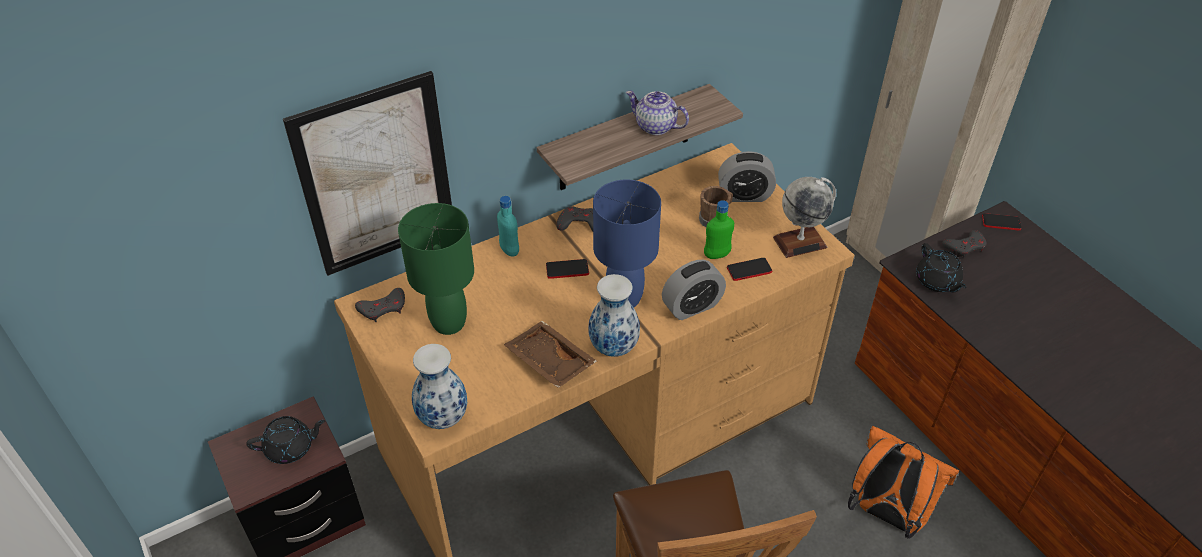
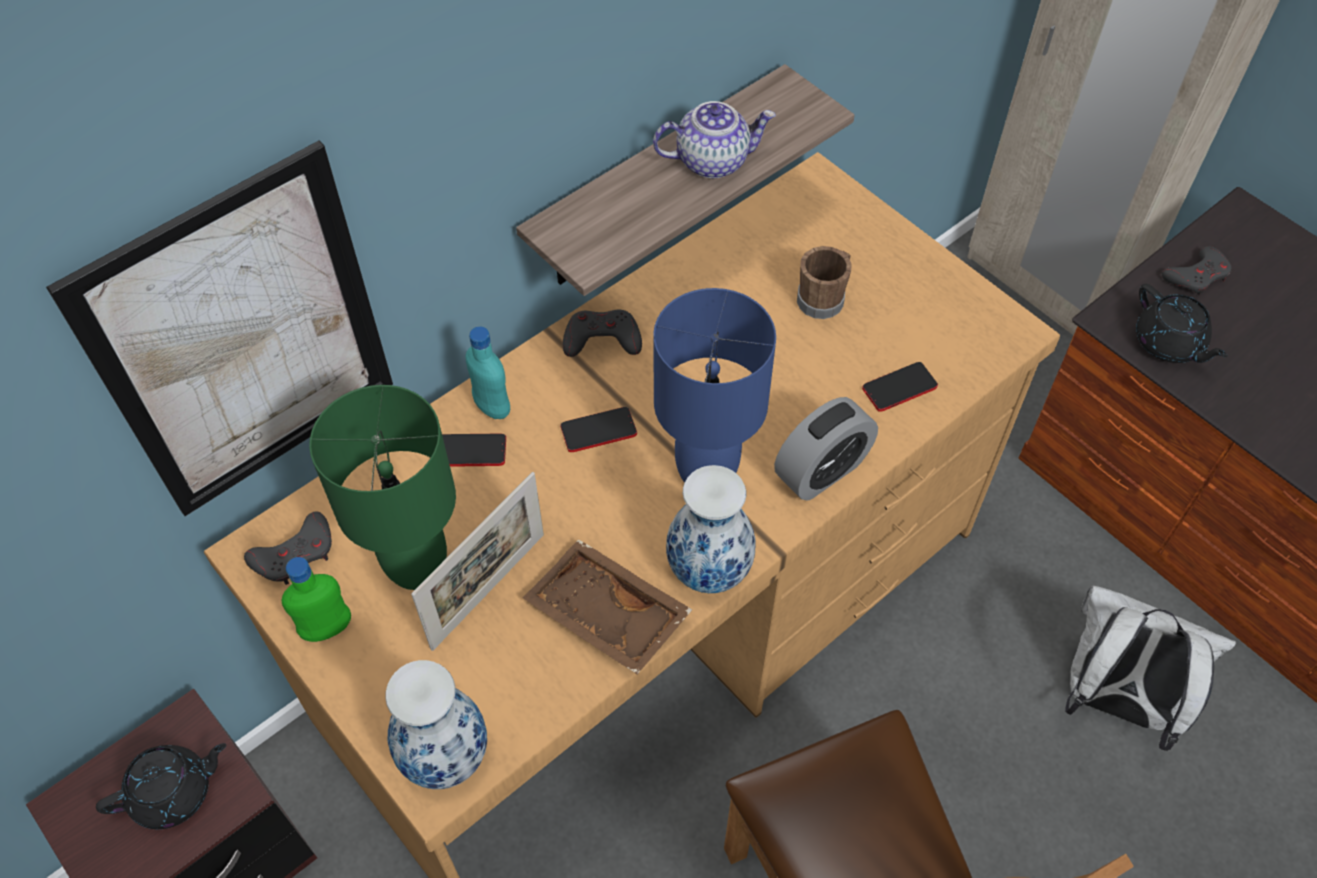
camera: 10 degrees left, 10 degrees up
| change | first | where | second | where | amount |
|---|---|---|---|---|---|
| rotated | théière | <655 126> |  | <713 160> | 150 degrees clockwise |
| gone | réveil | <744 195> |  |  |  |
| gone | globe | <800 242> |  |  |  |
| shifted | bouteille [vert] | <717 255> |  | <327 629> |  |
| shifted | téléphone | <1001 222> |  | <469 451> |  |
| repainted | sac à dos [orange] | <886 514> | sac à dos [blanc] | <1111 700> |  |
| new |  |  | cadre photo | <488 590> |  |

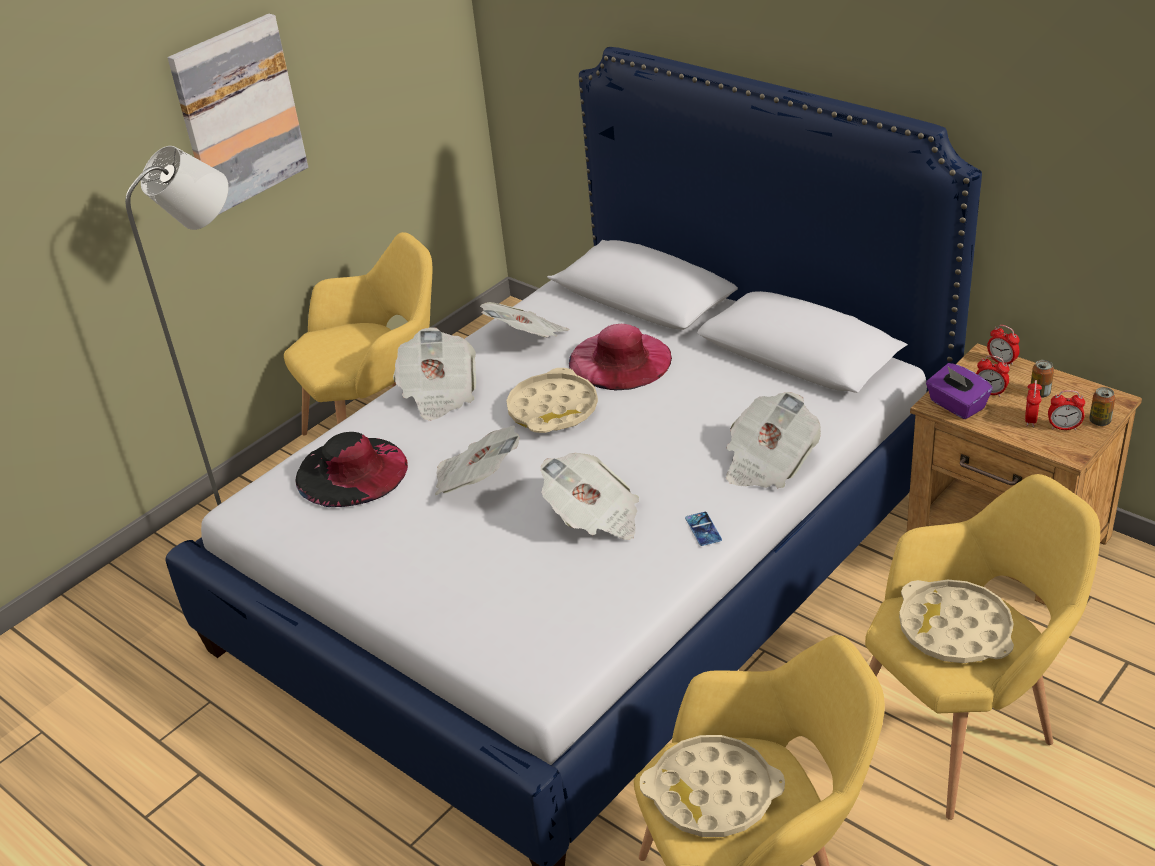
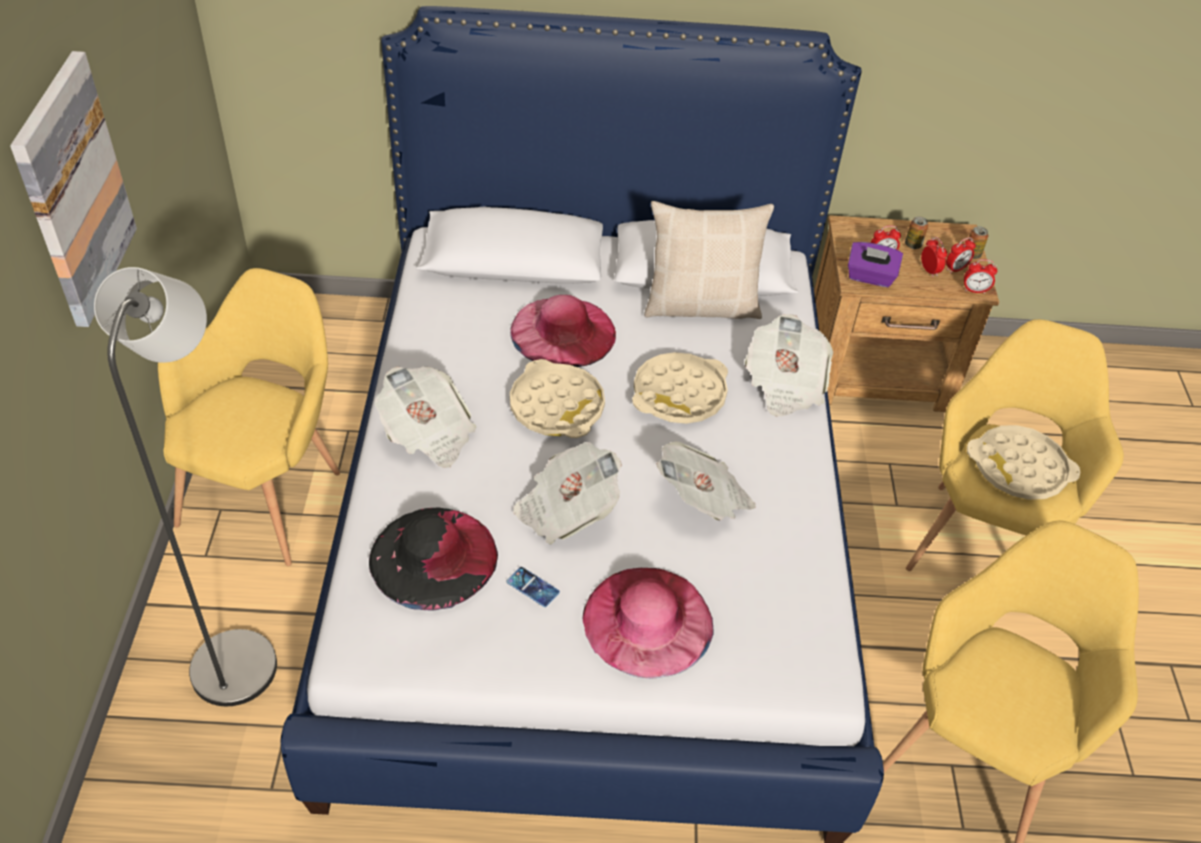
camera: 45 degrees left, 10 degrees up
| change | first | where | second | where | amount |
|---|---|---|---|---|---|
| gone | journal | <527 339> |  |  |  |
| shifted | réveil | <1001 362> |  | <975 290> |  |
| shifted | téléphone | <703 529> |  | <533 587> |  |
| shifted | plateau [beige] | <712 794> |  | <679 395> |  |
| new |  |  | coussin [beige] | <701 305> |  |
| new |  |  | chapeau [rose] | <648 621> |  |

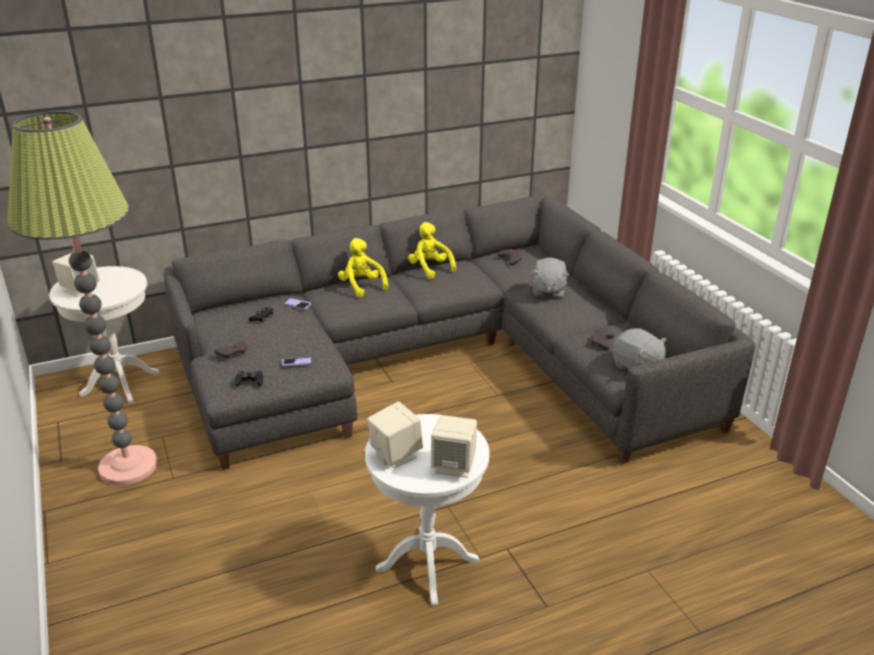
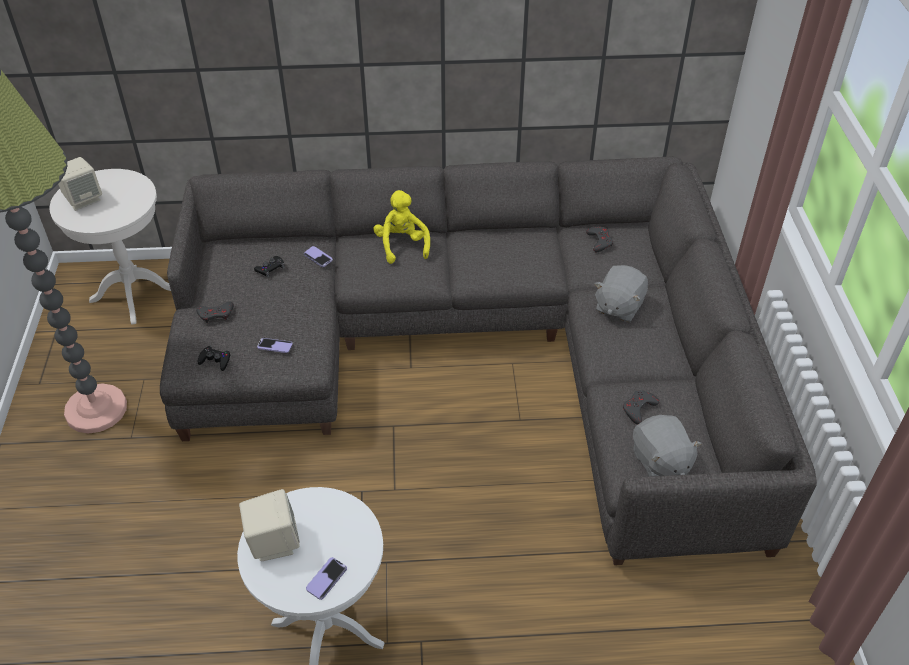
camera: 20 degrees right, 15 degrees up
| change | first | where | second | where | amount |
|---|---|---|---|---|---|
| gone | peluche [jaune] | <430 269> |  |  |  |
| swapped | enceinte [beige] | <454 465> | téléphone | <326 579> |  |

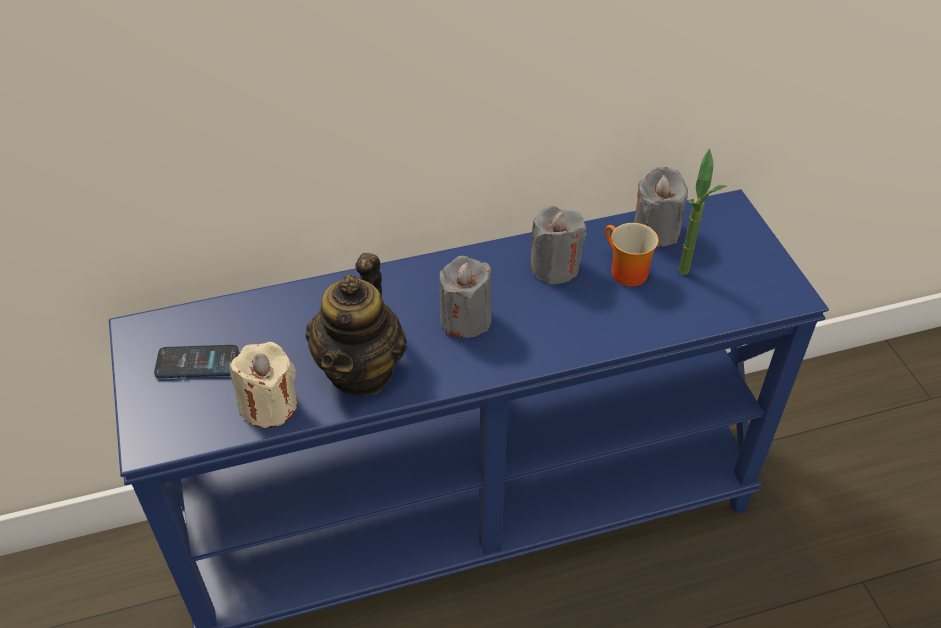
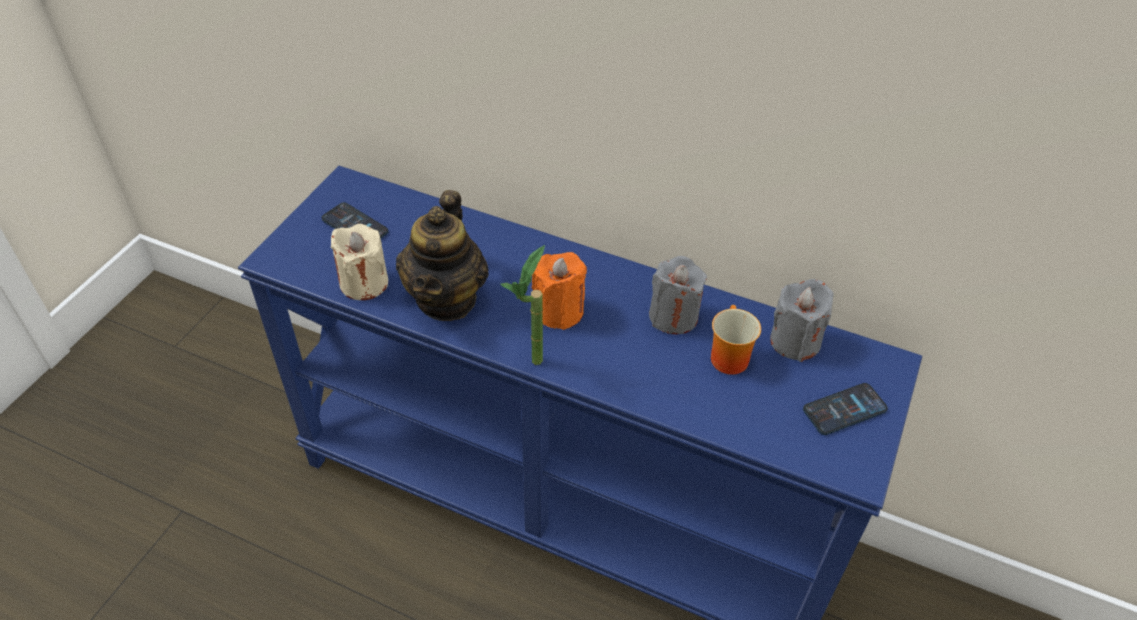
camera: 40 degrees right, 0 degrees up
| change | first | where | second | where | amount |
|---|---|---|---|---|---|
| shifted | plante en pot | <686 279> |  | <529 368> |  |
| rotated | théière | <361 370> |  | <447 299> | 45 degrees counterclockwise |
| repainted | bougie [gris] | <465 319> | bougie [orange] | <559 311> |  |
| new |  |  | téléphone | <844 410> |  |

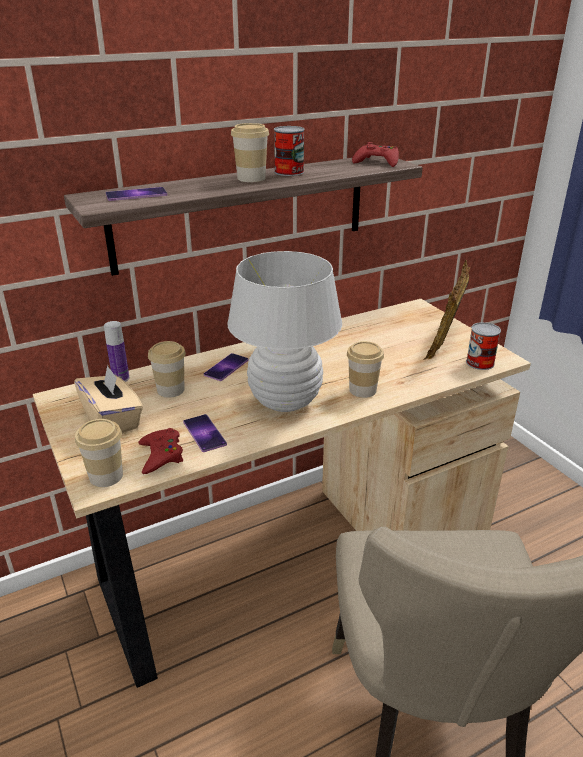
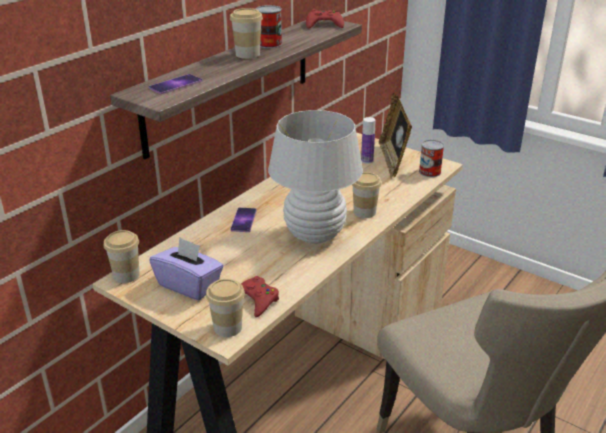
camera: 25 degrees left, 0 degrees up
| change | first | where | second | where | amount |
|---|---|---|---|---|---|
| shifted | bouteille | <120 378> |  | <367 160> |  |
| shifted | tasse | <170 390> |  | <126 275> |  |
| repainted | boîte à mouchoirs [beige] | <112 420> | boîte à mouchoirs [violet] | <189 285> |  |
| gone | téléphone | <204 433> |  |  |  |

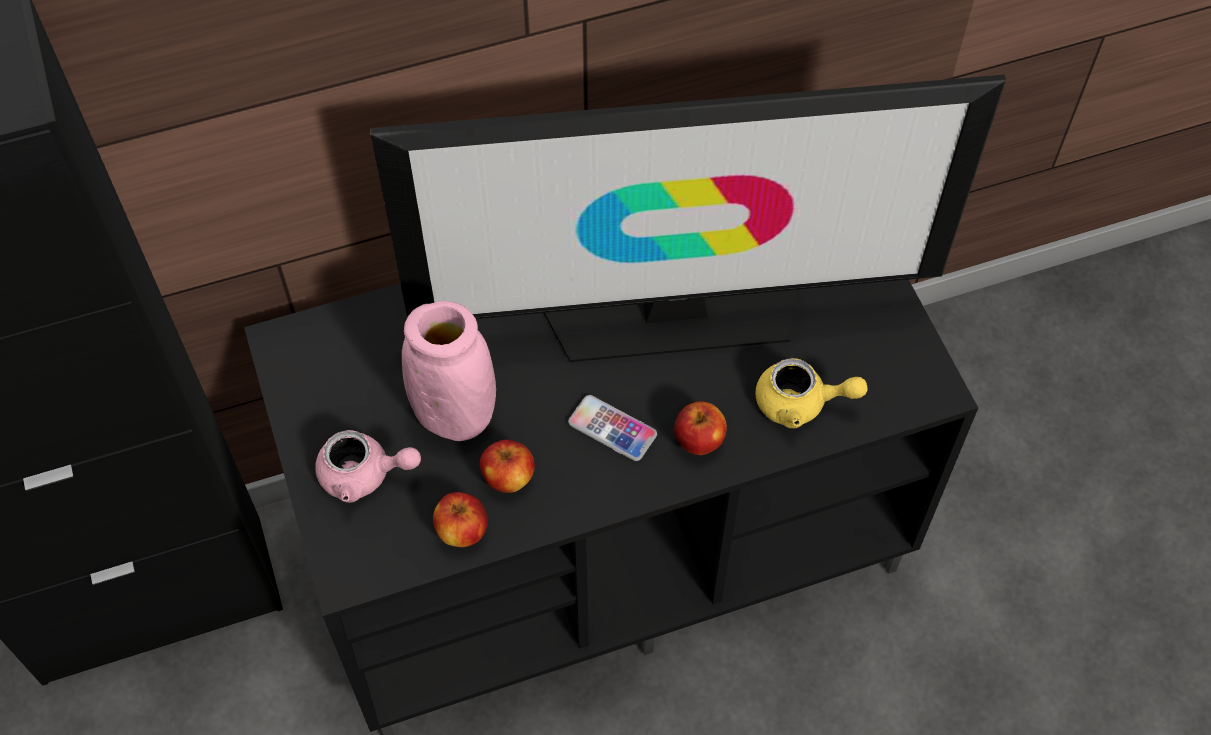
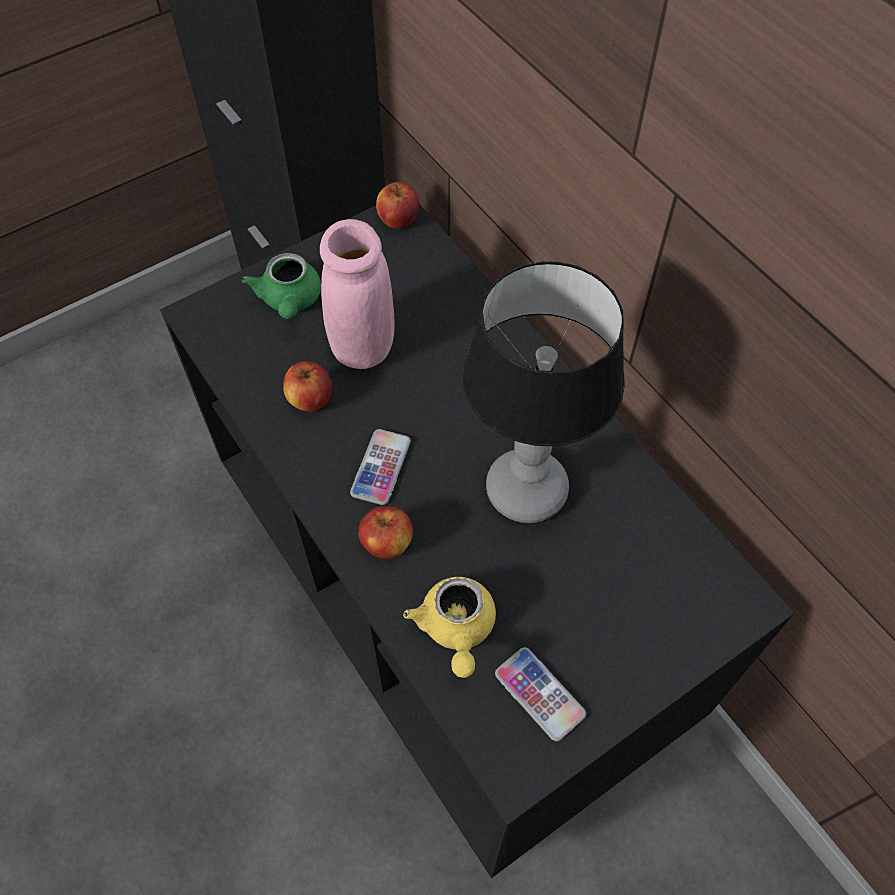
camera: 75 degrees right, 0 degrees up
| change | first | where | second | where | amount |
|---|---|---|---|---|---|
| swapped | téléviseur | <675 312> | lampe de table | <528 490> |  |
| repainted | théière [rose] | <364 475> | théière [vert] | <290 301> |  |
| shifted | pomme | <462 531> |  | <398 220> |  |
| new |  |  | téléphone | <539 694> |  |

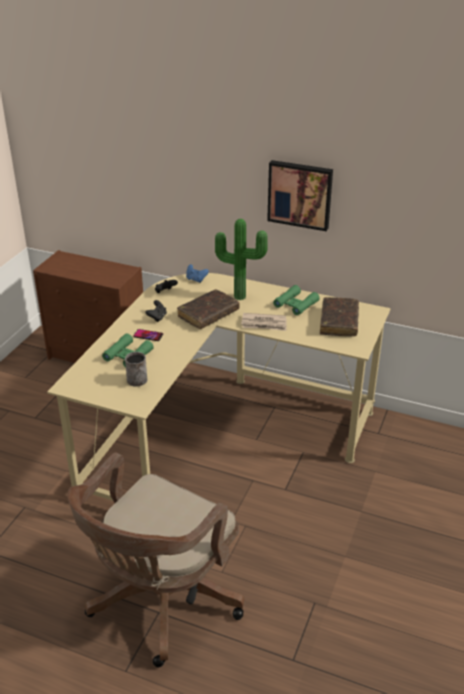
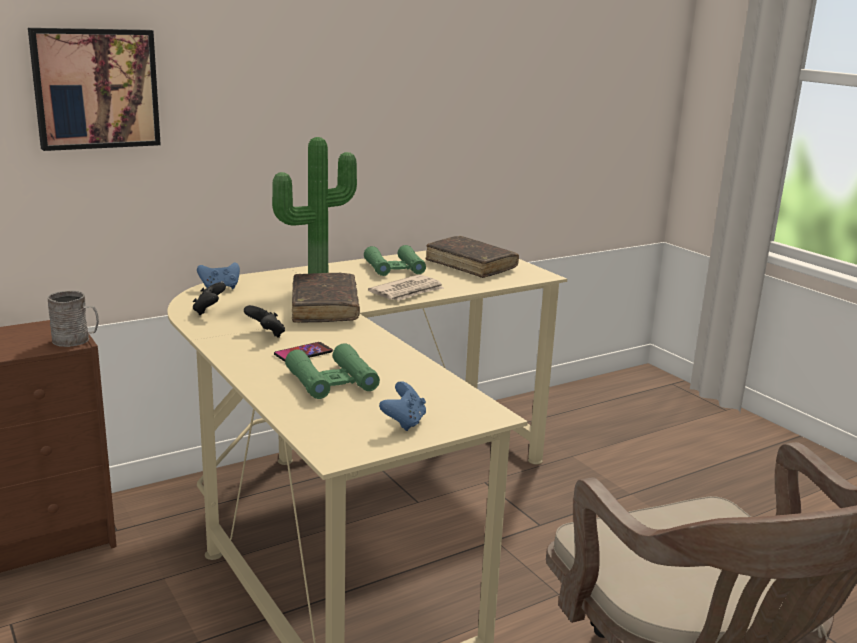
camera: 55 degrees left, 15 degrees down
| change | first | where | second | where | amount |
|---|---|---|---|---|---|
| shifted | tableau | <300 194> |  | <95 88> |  |
| shifted | mug [gris] | <139 381> |  | <76 340> |  |
| new |  |  | manette [bleu] | <404 422> |  |

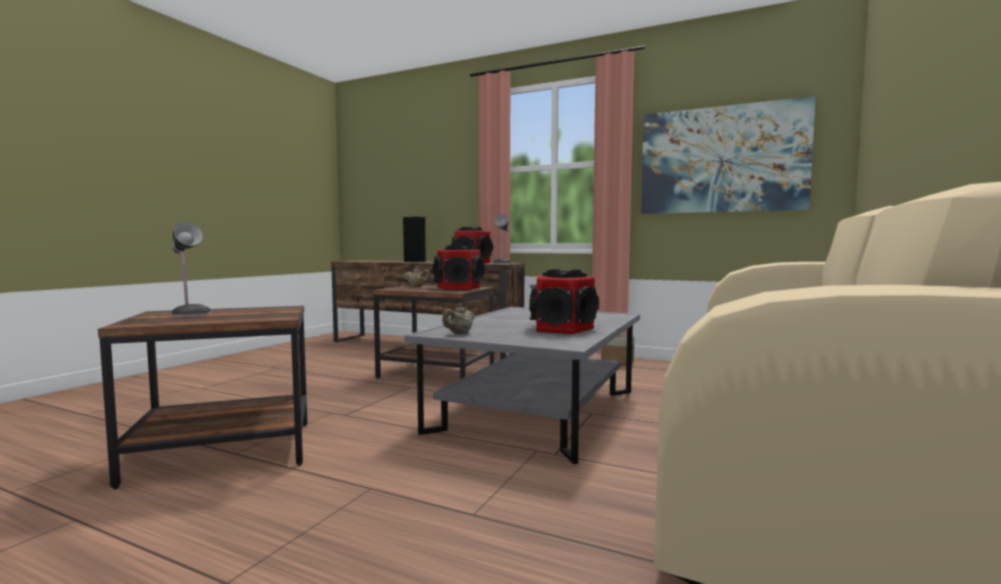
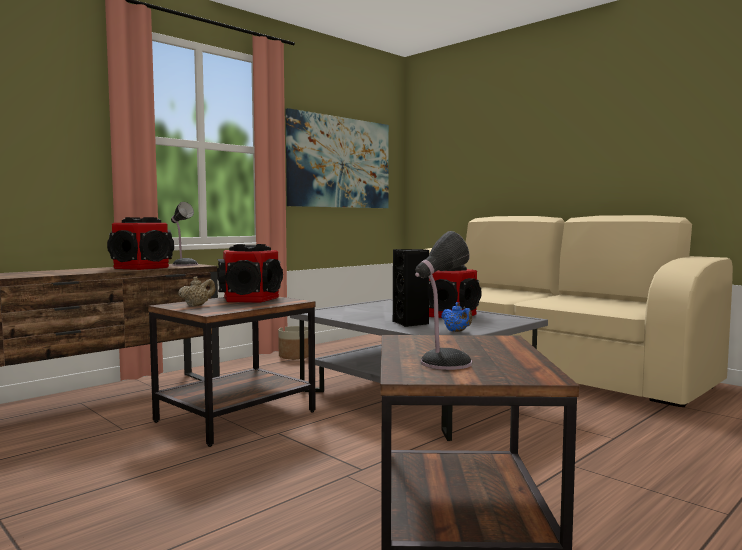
camera: 70 degrees left, 0 degrees up
| change | first | where | second | where | amount |
|---|---|---|---|---|---|
| shifted | enceinte [noir] | <415 261> |  | <411 323> |  |
| repainted | théière [beige] | <459 334> | théière [bleu] | <457 331> |  |

